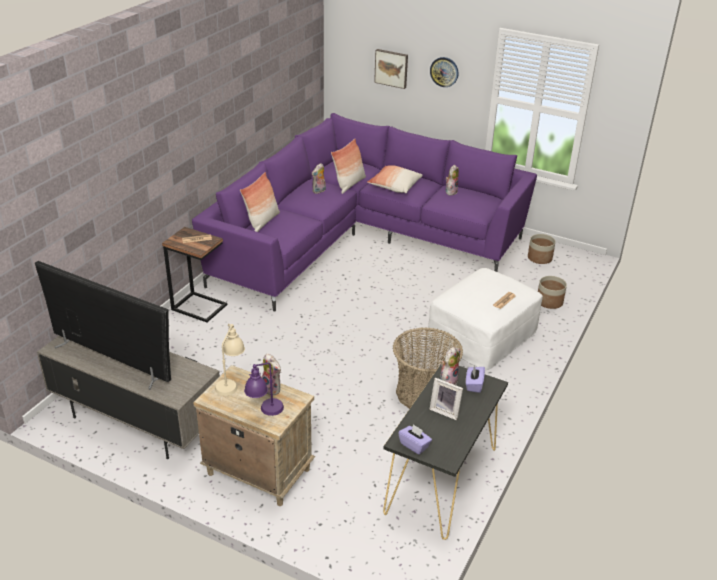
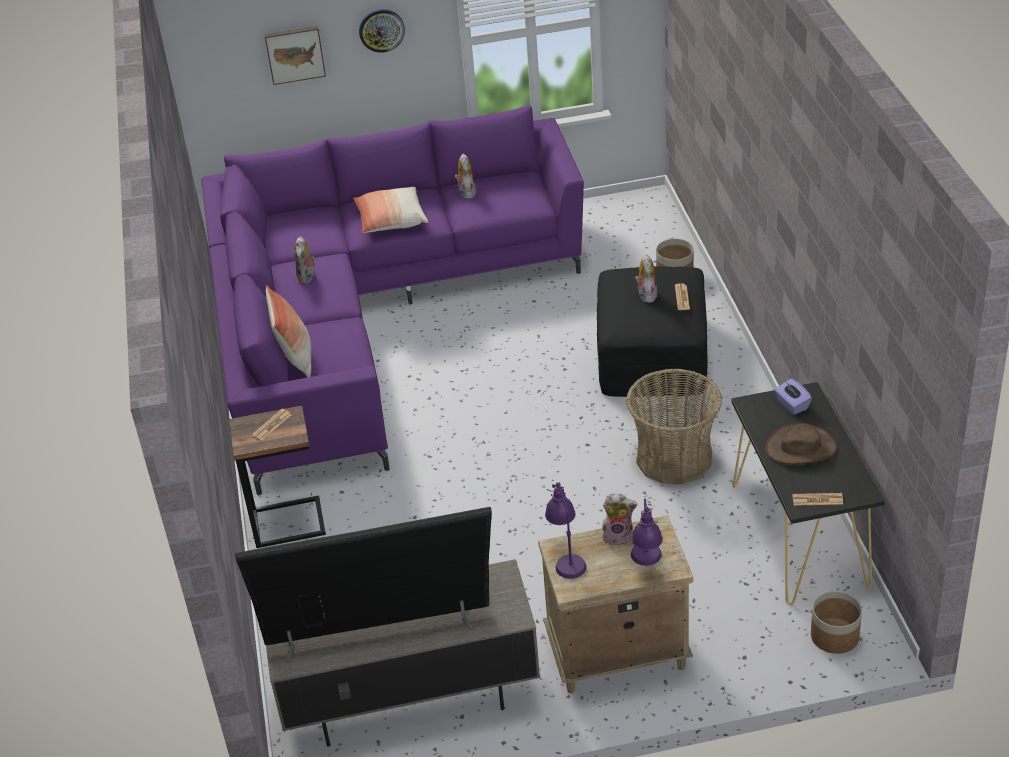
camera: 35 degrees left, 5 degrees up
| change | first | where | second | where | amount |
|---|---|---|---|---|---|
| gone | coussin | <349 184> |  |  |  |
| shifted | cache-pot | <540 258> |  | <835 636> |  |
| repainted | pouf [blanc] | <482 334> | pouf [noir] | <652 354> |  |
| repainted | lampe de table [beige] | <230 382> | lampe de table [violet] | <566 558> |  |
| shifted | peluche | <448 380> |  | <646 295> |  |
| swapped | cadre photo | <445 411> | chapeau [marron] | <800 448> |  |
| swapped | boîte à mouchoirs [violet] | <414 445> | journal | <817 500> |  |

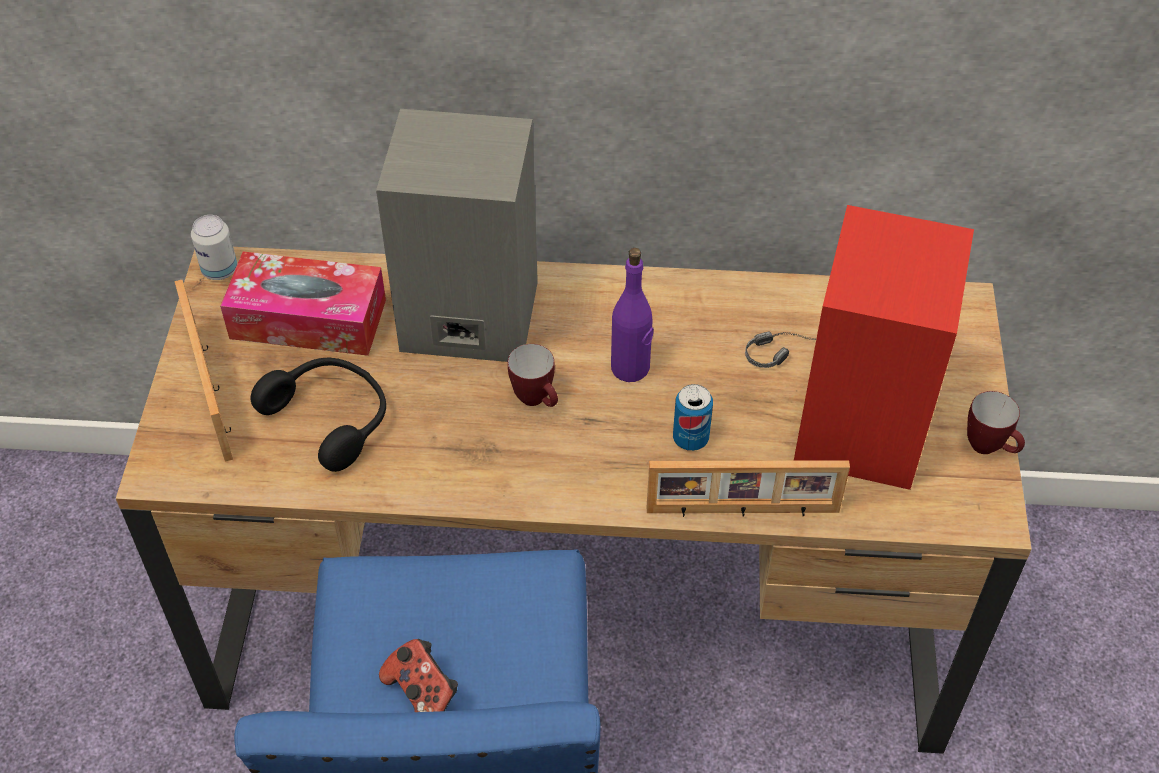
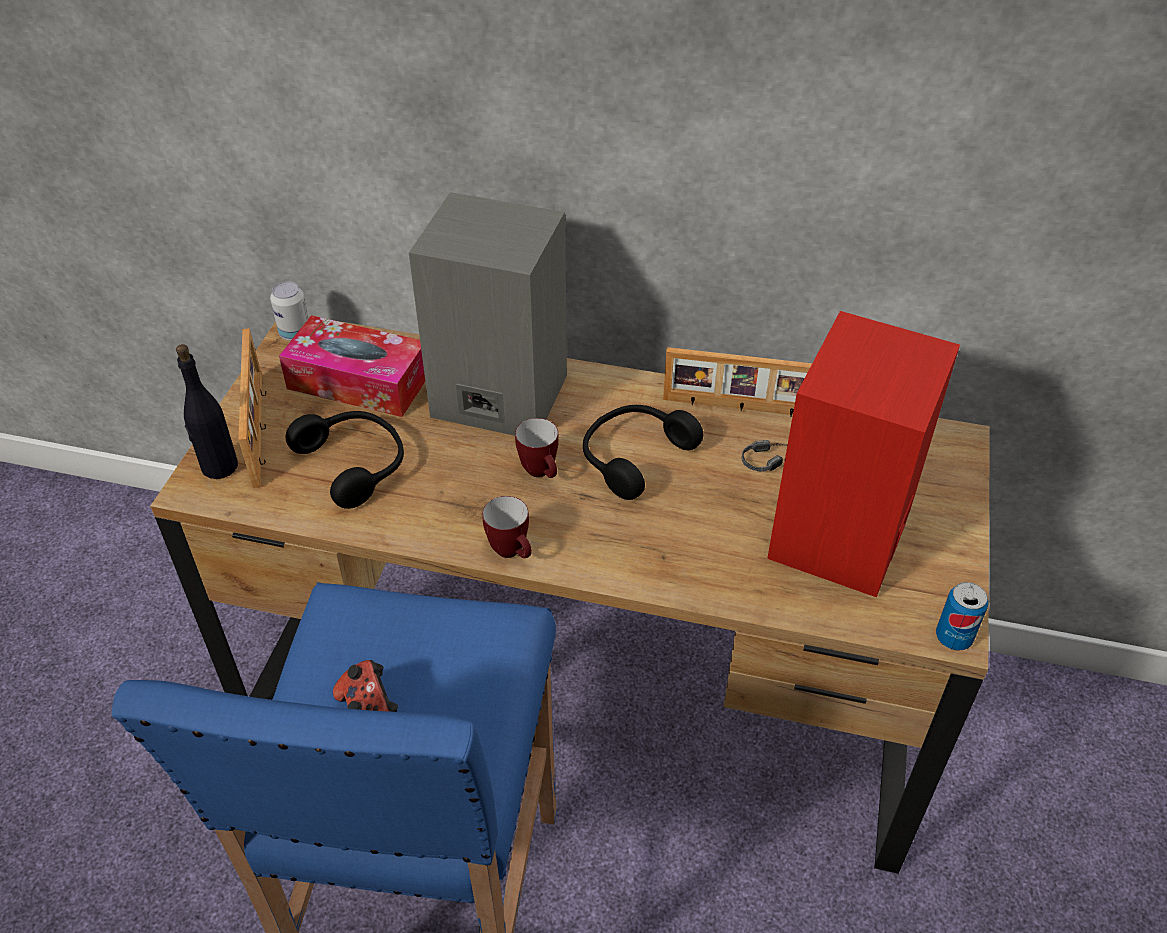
camera: 10 degrees right, 5 degrees down
| change | first | where | second | where | amount |
|---|---|---|---|---|---|
| swapped | bouteille [violet] | <630 368> | casque audio [noir] | <633 456> |  |
| shifted | boîte métallique | <690 438> |  | <953 637> |  |
| shifted | mug | <989 448> |  | <512 553> |  |
| shifted | cadre photo | <742 512> |  | <741 408> |  |
| new |  |  | bouteille [noir] | <219 467> |  |

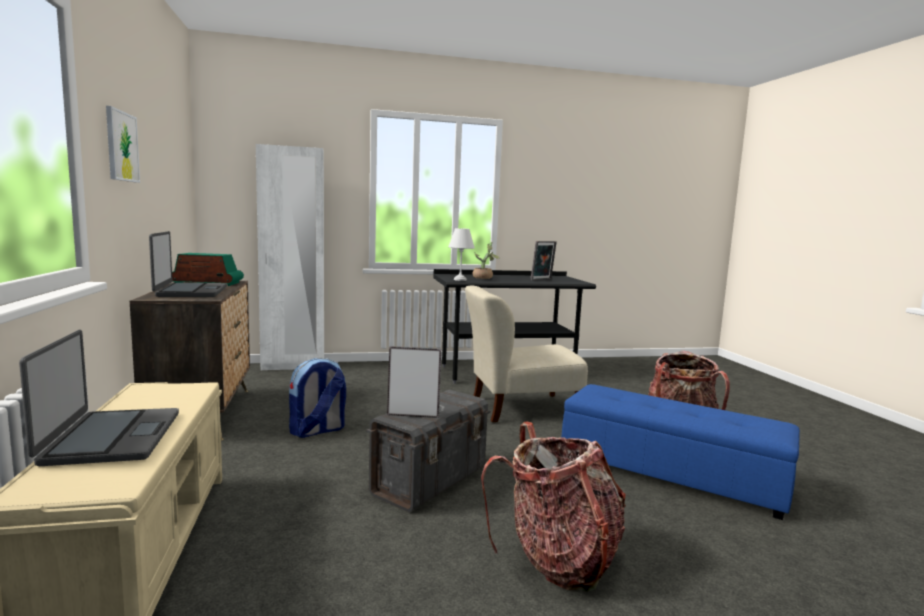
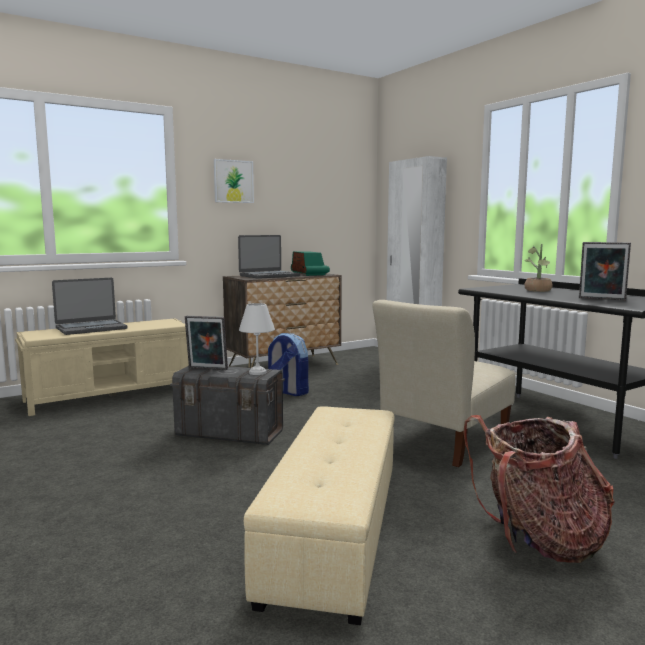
camera: 70 degrees right, 0 degrees up
| change | first | where | second | where | amount |
|---|---|---|---|---|---|
| shifted | lampe de table [blanc] | <460 280> |  | <258 373> |  |
| rotated | chaise [beige] | <519 408> |  | <442 441> | 105 degrees counterclockwise |
| rotated | cadre photo | <413 414> |  | <207 369> | 120 degrees clockwise |
| repainted | pouf [bleu] | <670 473> | pouf [beige] | <335 532> |  |
| gone | sac à dos | <558 559> |  |  |  |

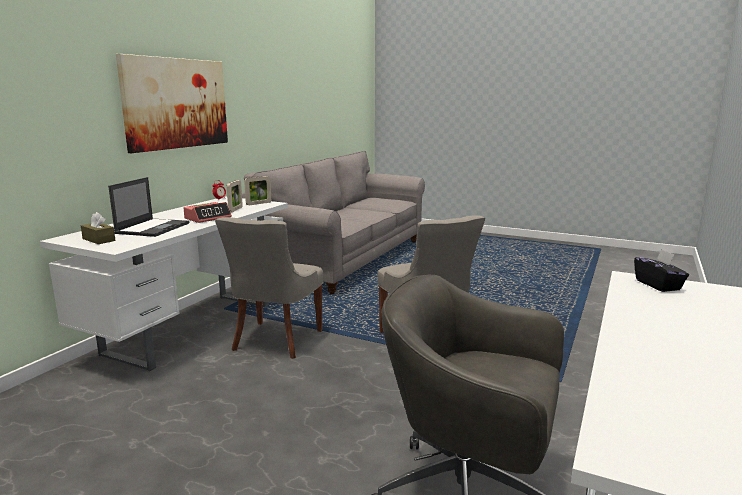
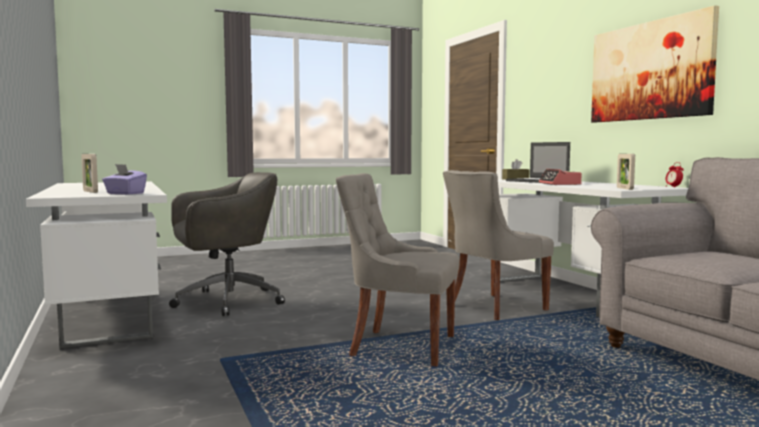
camera: 130 degrees right, 10 degrees down
| change | first | where | second | where | amount |
|---|---|---|---|---|---|
| shifted | cadre photo | <235 209> |  | <90 191> |  |
| rotated | chaise [gris] | <275 340> |  | <494 307> | 90 degrees counterclockwise |
| repainted | boîte à mouchoirs [noir] | <658 285> | boîte à mouchoirs [violet] | <125 193> |  |

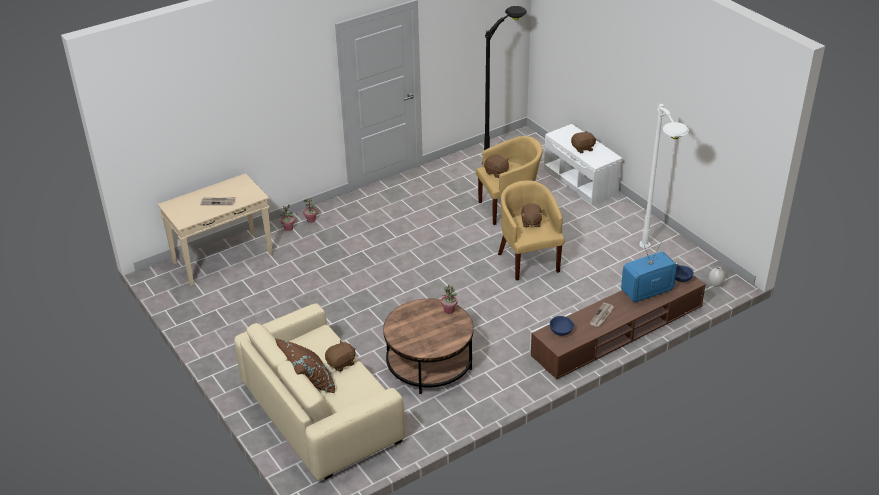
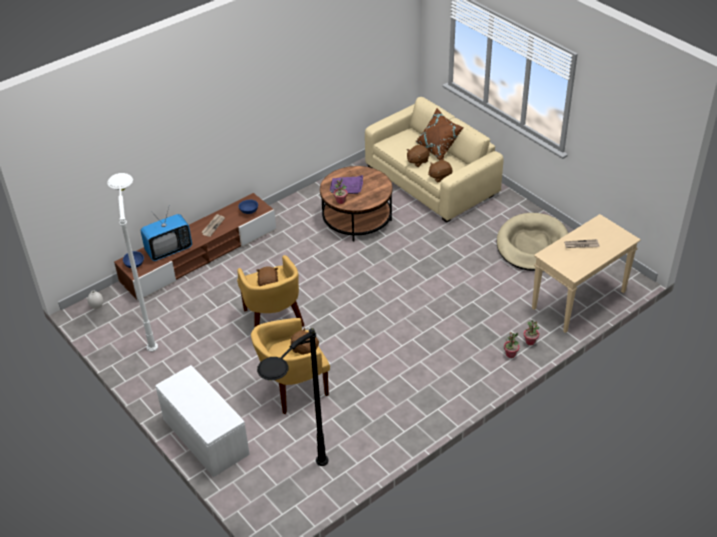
camera: 175 degrees right, 5 degrees up
| change | first | where | second | where | amount |
|---|---|---|---|---|---|
| shifted | peluche [marron] | <583 148> |  | <440 177> |  |
| new |  |  | plateau [violet] | <347 186> |  |
| new |  |  | panier pour chien [beige] | <532 245> |  |

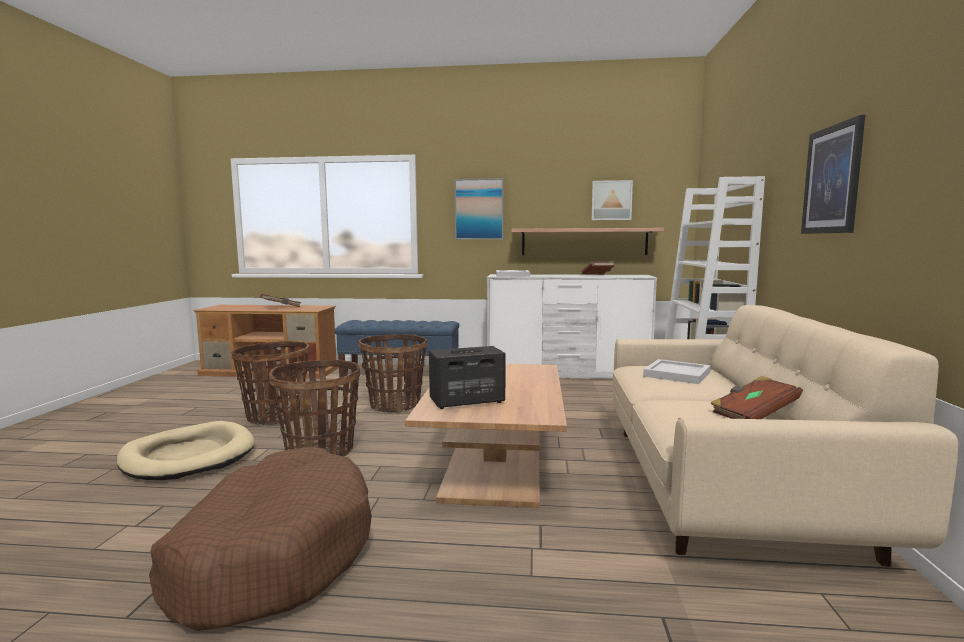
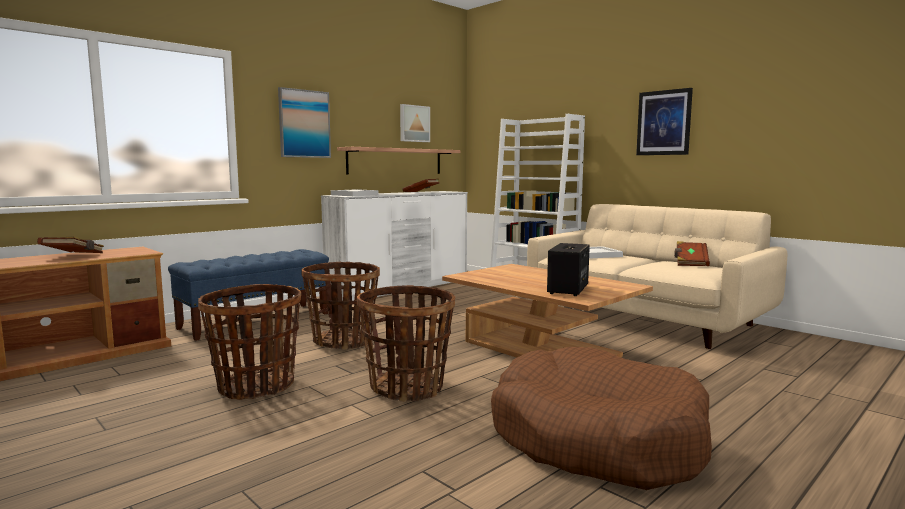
camera: 50 degrees left, 0 degrees up
| change | first | where | second | where | amount |
|---|---|---|---|---|---|
| gone | panier pour chien [beige] | <188 456> |  |  |  |

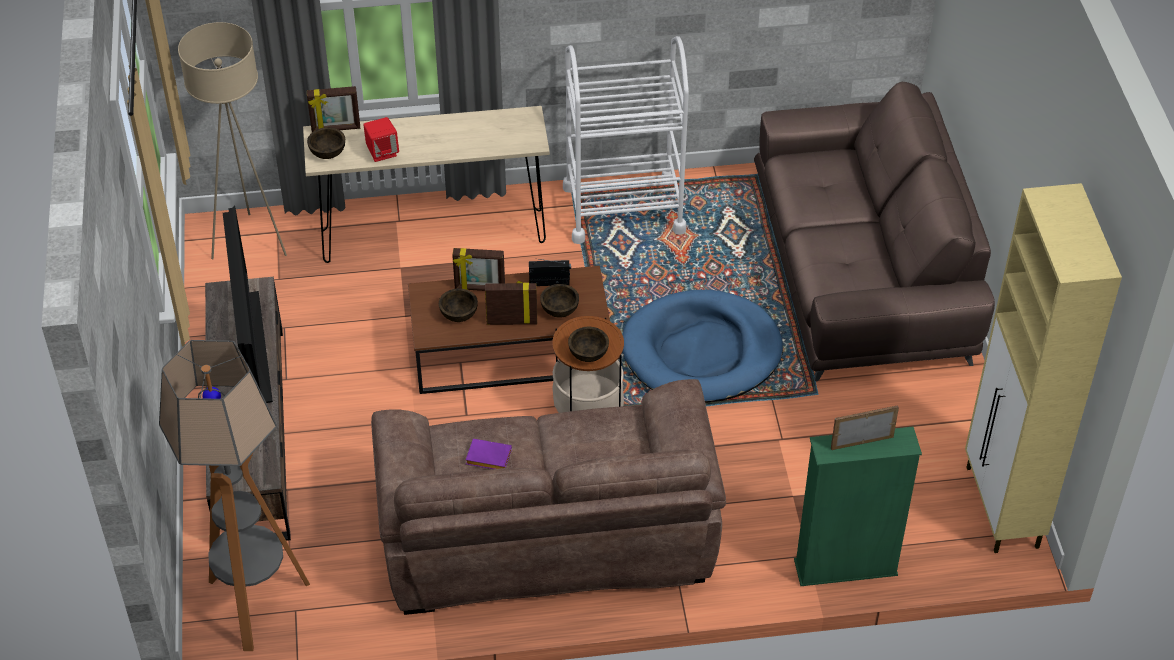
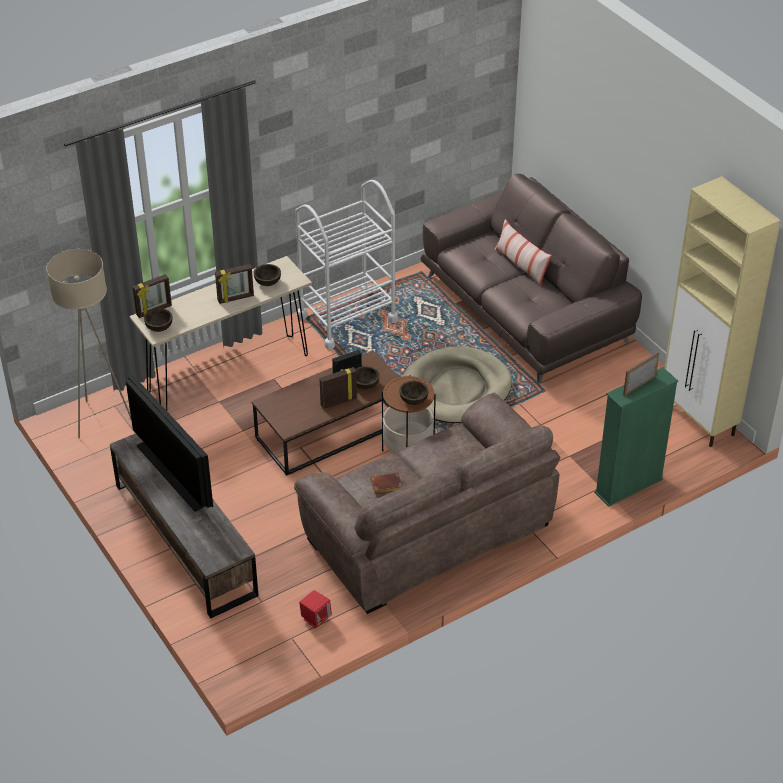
camera: 25 degrees left, 5 degrees down
| change | first | where | second | where | amount |
|---|---|---|---|---|---|
| shifted | enceinte [rouge] | <382 152> |  | <315 618> |  |
| shifted | cadre photo | <479 288> |  | <235 298> |  |
| shifted | bol [marron] | <459 314> |  | <267 282> |  |
| repainted | panier pour chien [bleu] | <701 352> | panier pour chien [beige] | <456 389> |  |
| gone | lampadaire | <256 603> |  |  |  |
| repainted | livre [violet] | <487 458> | livre [marron] | <386 486> |  |
| new |  |  | coussin | <521 266> |  |

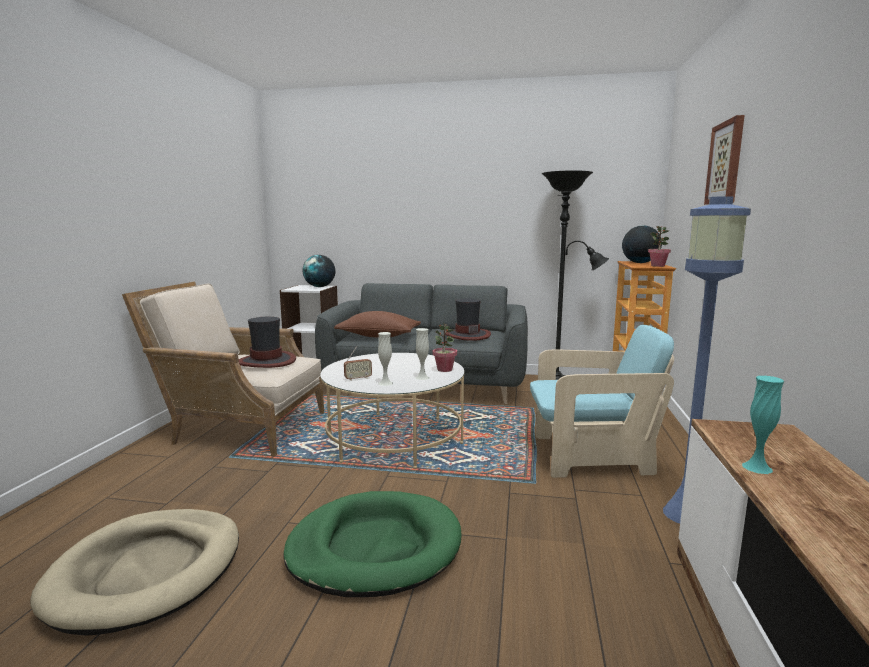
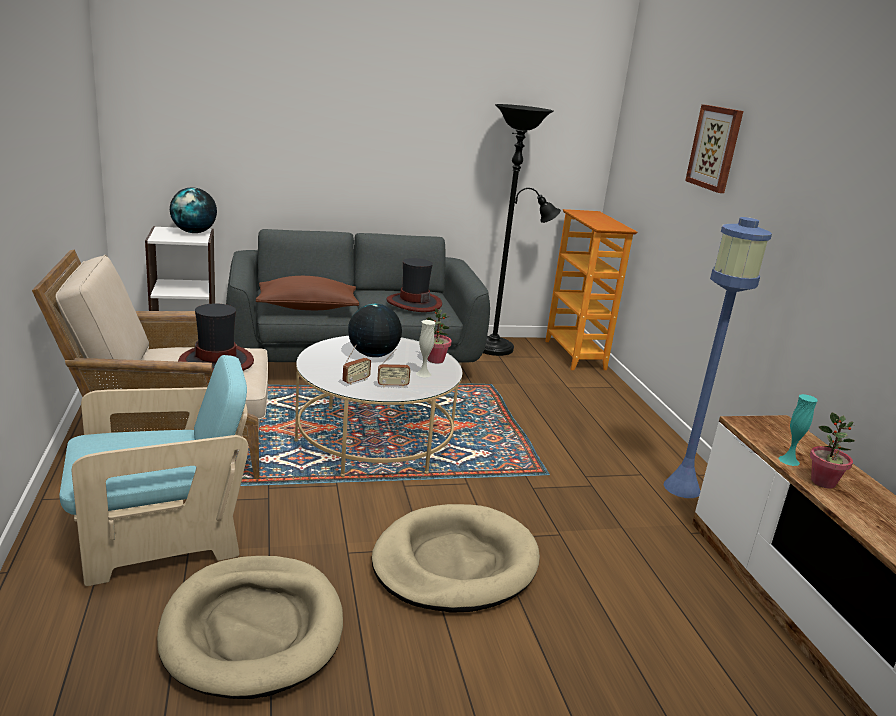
camera: 25 degrees left, 10 degrees up
| change | first | where | second | where | amount |
|---|---|---|---|---|---|
| shifted | globe | <640 263> |  | <373 355> |  |
| shifted | plante en pot | <657 266> |  | <823 482> |  |
| shifted | fauteuil [turquoise] | <590 457> |  | <160 537> |  |
| swapped | vase [blanc] | <385 383> | radio | <393 385> |  |
| repainted | panier pour chien [vert] | <374 548> | panier pour chien [beige] | <454 563> |  |

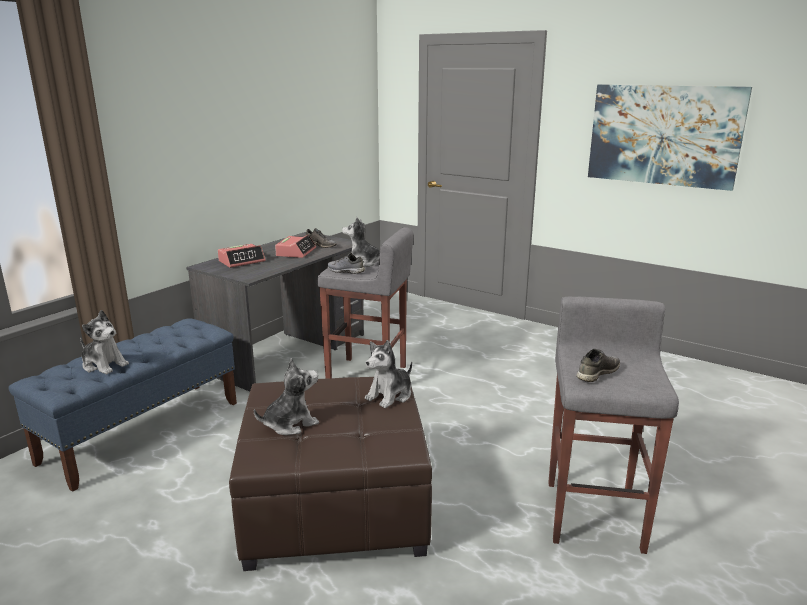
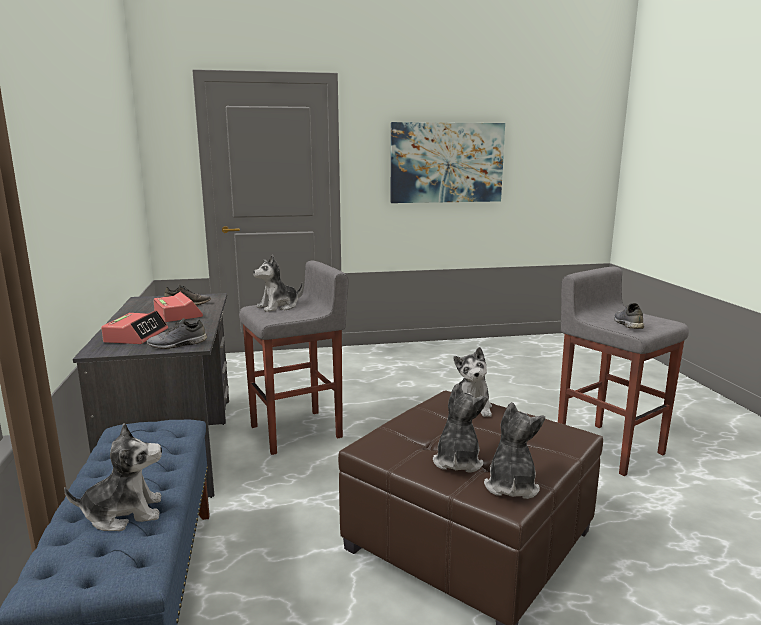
camera: 45 degrees left, 5 degrees down
| change | first | where | second | where | amount |
|---|---|---|---|---|---|
| shifted | chaussure [gris] | <345 271> |  | <177 345> |  |
| new |  |  | peluche | <511 485> |  |

